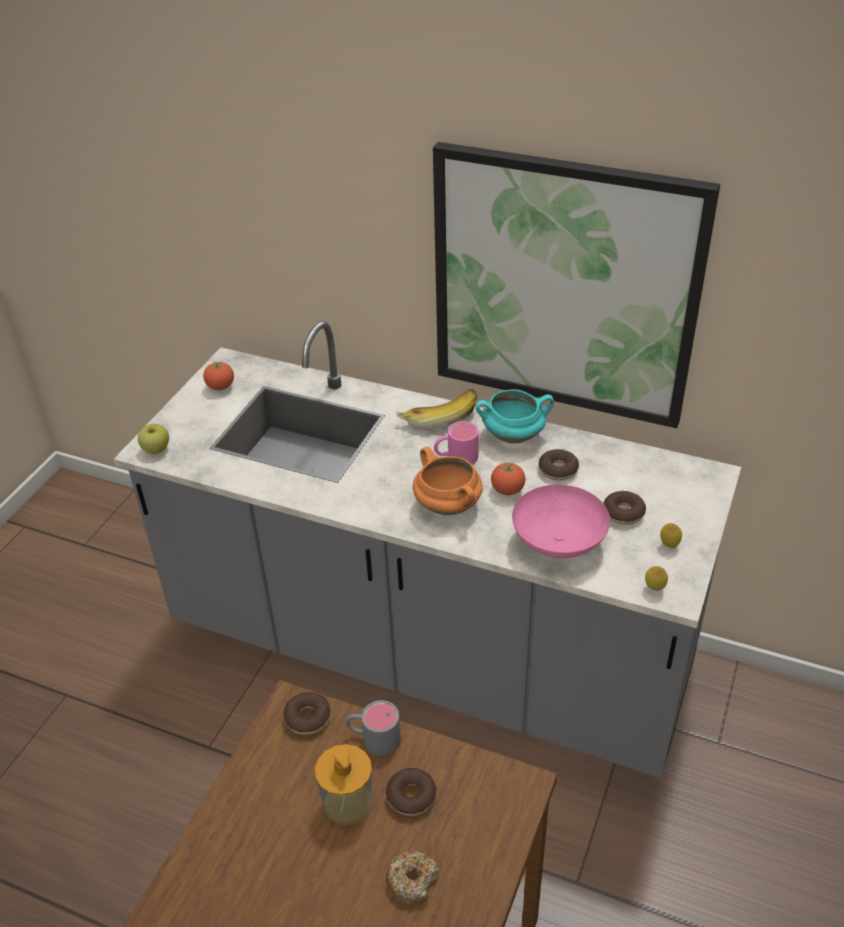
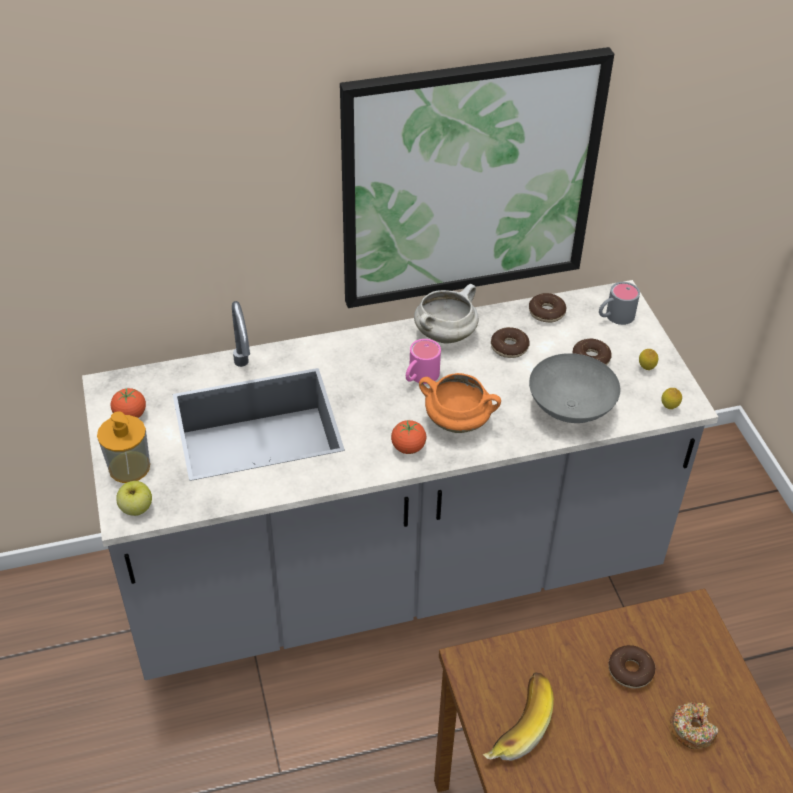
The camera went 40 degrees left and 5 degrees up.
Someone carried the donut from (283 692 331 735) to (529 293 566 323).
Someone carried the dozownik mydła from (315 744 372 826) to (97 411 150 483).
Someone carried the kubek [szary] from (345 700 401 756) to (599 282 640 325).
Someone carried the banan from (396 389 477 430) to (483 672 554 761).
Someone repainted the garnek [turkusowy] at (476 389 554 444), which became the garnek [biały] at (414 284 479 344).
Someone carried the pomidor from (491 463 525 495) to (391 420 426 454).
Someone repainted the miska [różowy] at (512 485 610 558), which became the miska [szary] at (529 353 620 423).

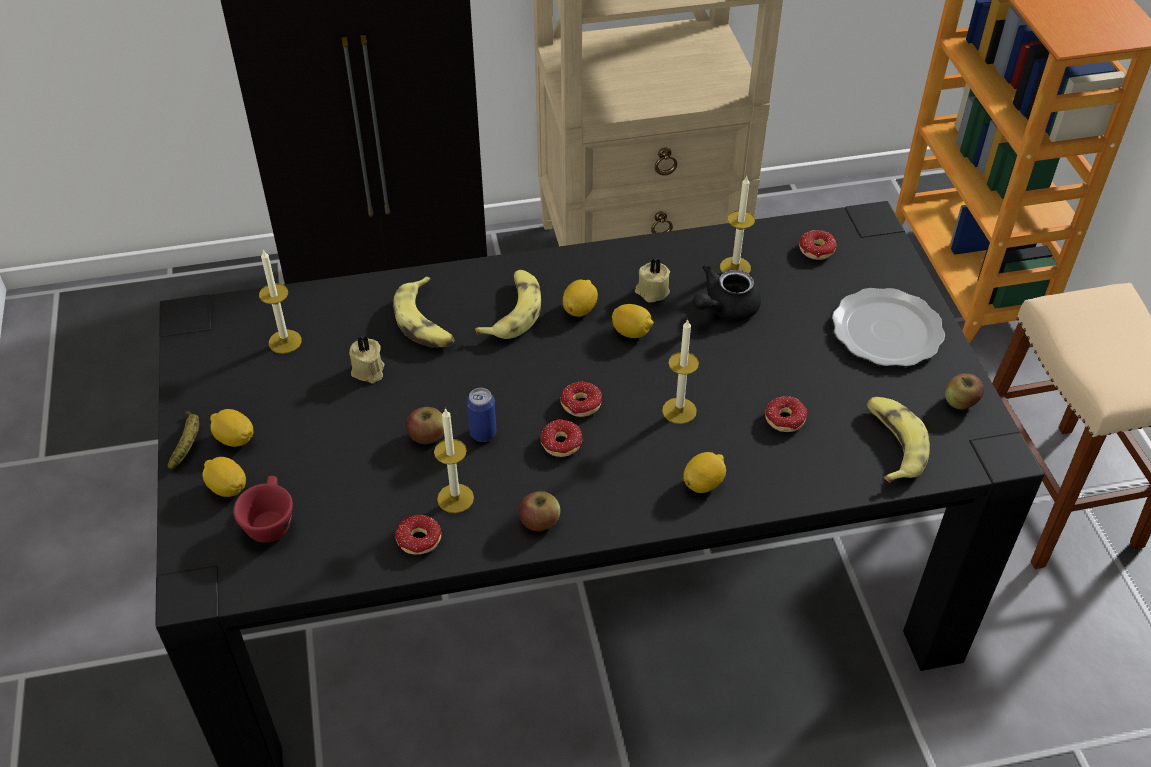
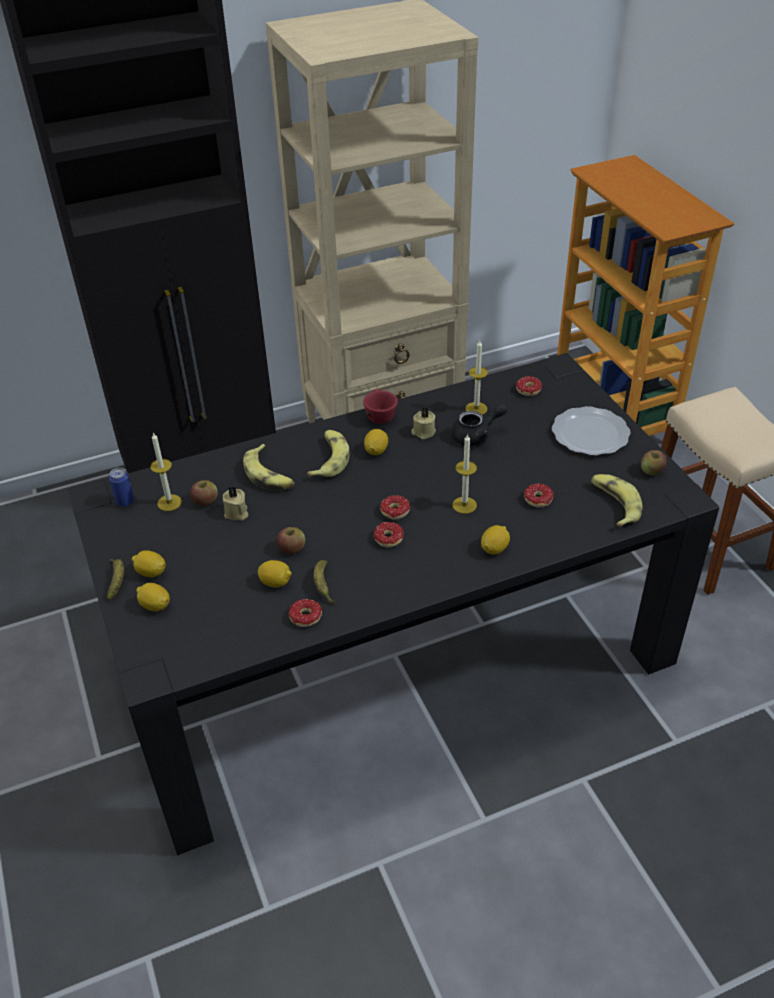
The camera went 10 degrees left and 5 degrees down.
Someone carried the filiżanka [czerwony] from (233 476 293 543) to (363 389 398 424).
Someone swapped the świeca at (434 408 474 513) for the banan at (314 560 336 605).
Someone carried the puszka from (467 388 496 442) to (109 468 134 507).
Someone carried the jabłko from (519 491 560 531) to (190 480 218 506).
Someone carried the cytryna from (612 304 654 338) to (258 560 292 587).
Someone rotated the imbryk [czarny] at (693 265 761 320) by 150 degrees counterclockwise.

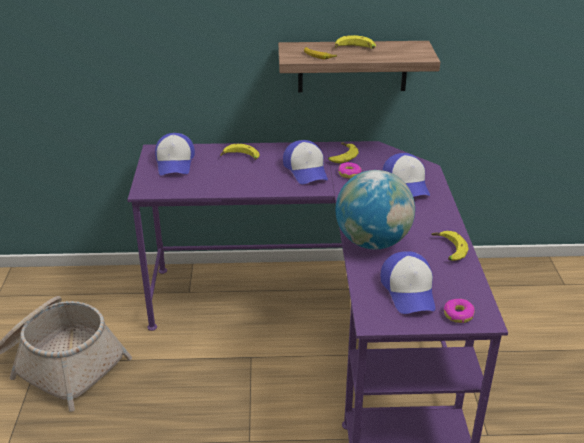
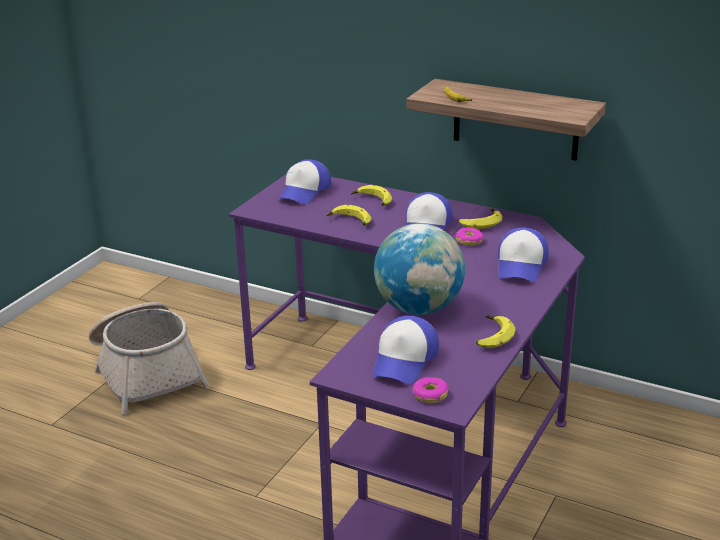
The camera went 30 degrees right and 5 degrees down.
Someone carried the banan from (335 35 376 49) to (326 205 372 225).

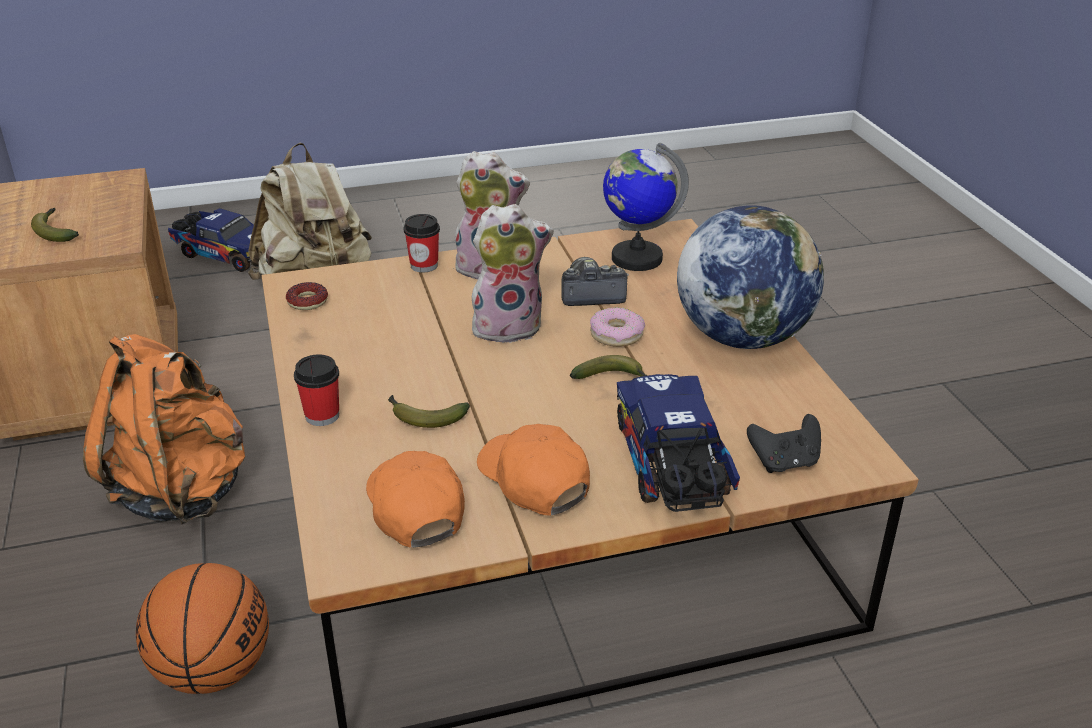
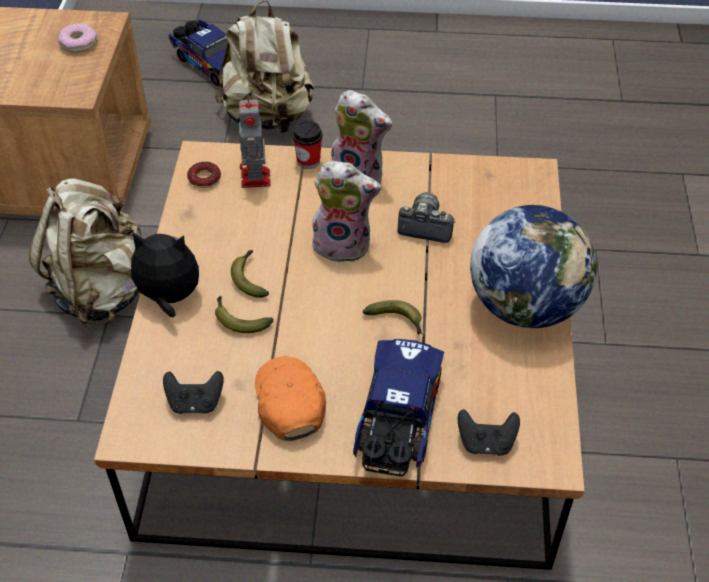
The camera went 20 degrees right and 15 degrees up.
Someone carried the banan from (31 208 79 242) to (231 250 269 298).
Someone repainted the plecak [pomarańczowy] at (83 334 245 524), which became the plecak [beżowy] at (29 178 141 327).
Someone took away the piłka do koszykówki at (136 563 269 694).
Someone swapped the filiżanka at (294 354 339 426) for the pluszak at (121 231 199 317).
Someone swapped the czapka z daszkiem [pomarańczowy] at (366 451 465 548) for the pad do gier [czarny] at (163 371 224 414).
Someone carried the donut from (590 307 645 347) to (58 23 98 53).
Someone took away the globus at (603 143 689 271).
Someone put down the robot zabawkowy at (239 94 271 188).

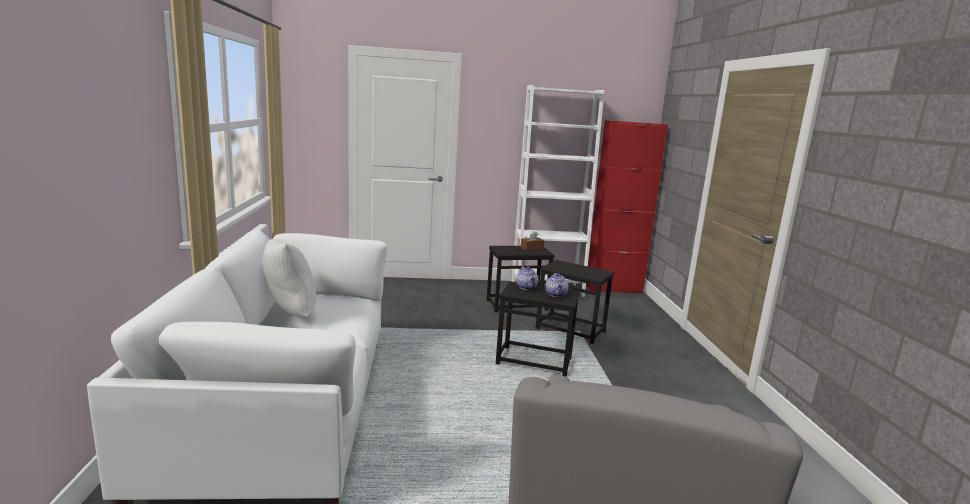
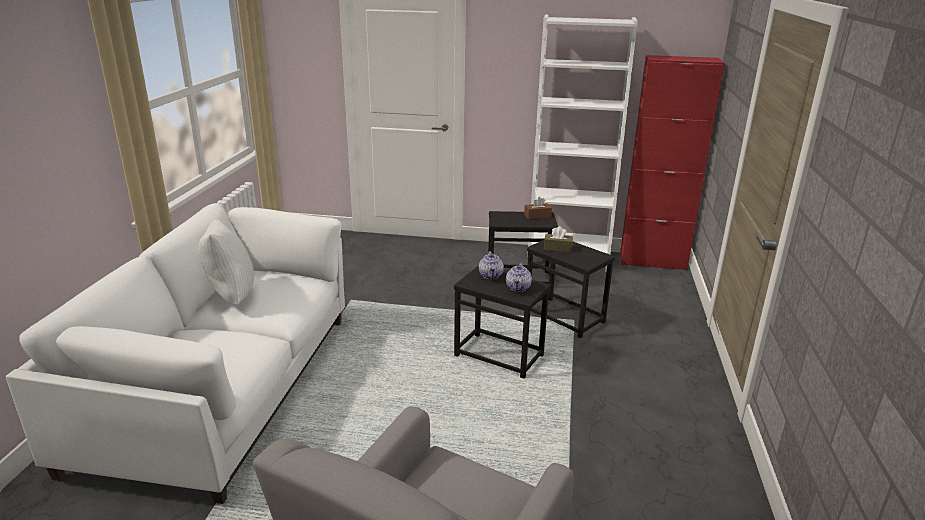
The camera went 15 degrees right and 10 degrees up.
Someone put down the pudełko chusteczek [brązowy] at (544 226 573 252).

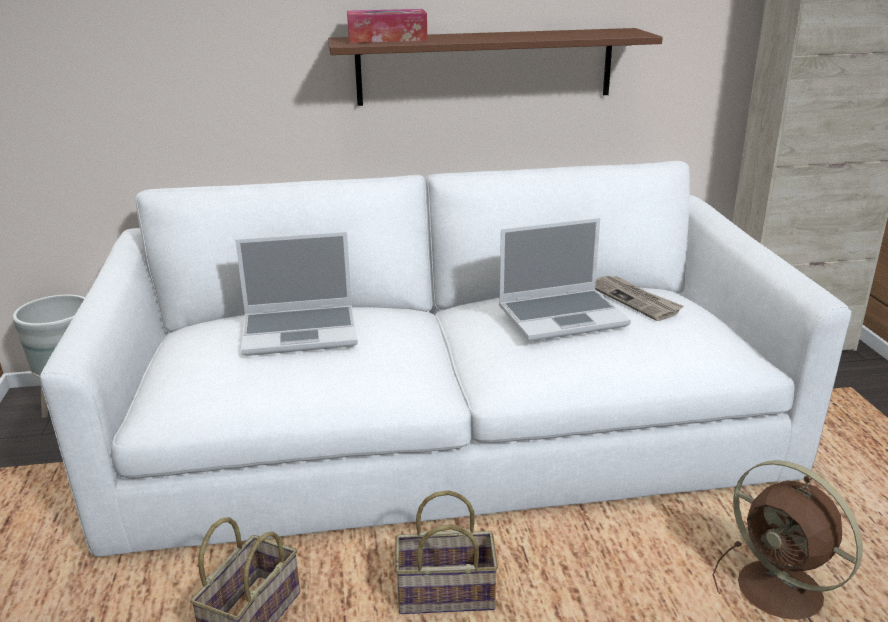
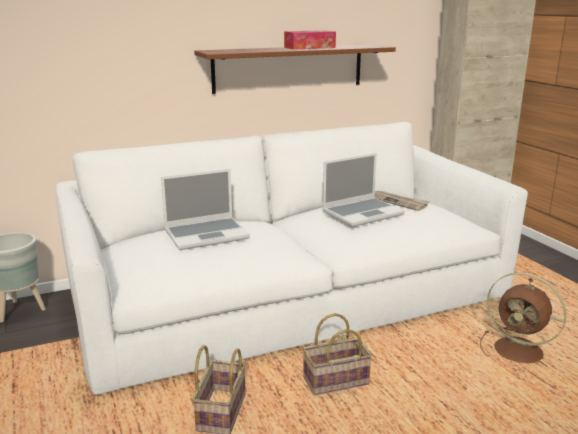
The camera went 15 degrees left and 5 degrees down.
Someone carried the pudełko chusteczek from (347 9 427 43) to (284 30 336 50).

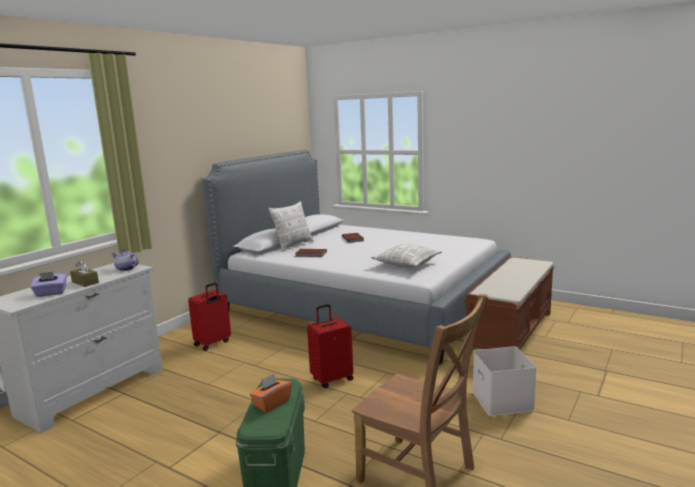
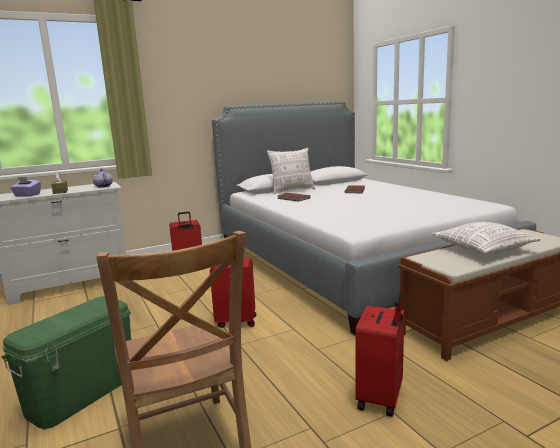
The camera went 30 degrees right and 0 degrees up.
Someone took away the pudełko chusteczek [pomarańczowy] at (250 374 292 412).
Someone carried the poduszka from (371 244 442 268) to (432 222 541 254).
Someone swapped the pojemnik do przechowywania [biały] at (473 346 536 416) for the walizka [czerwony] at (355 292 405 417).

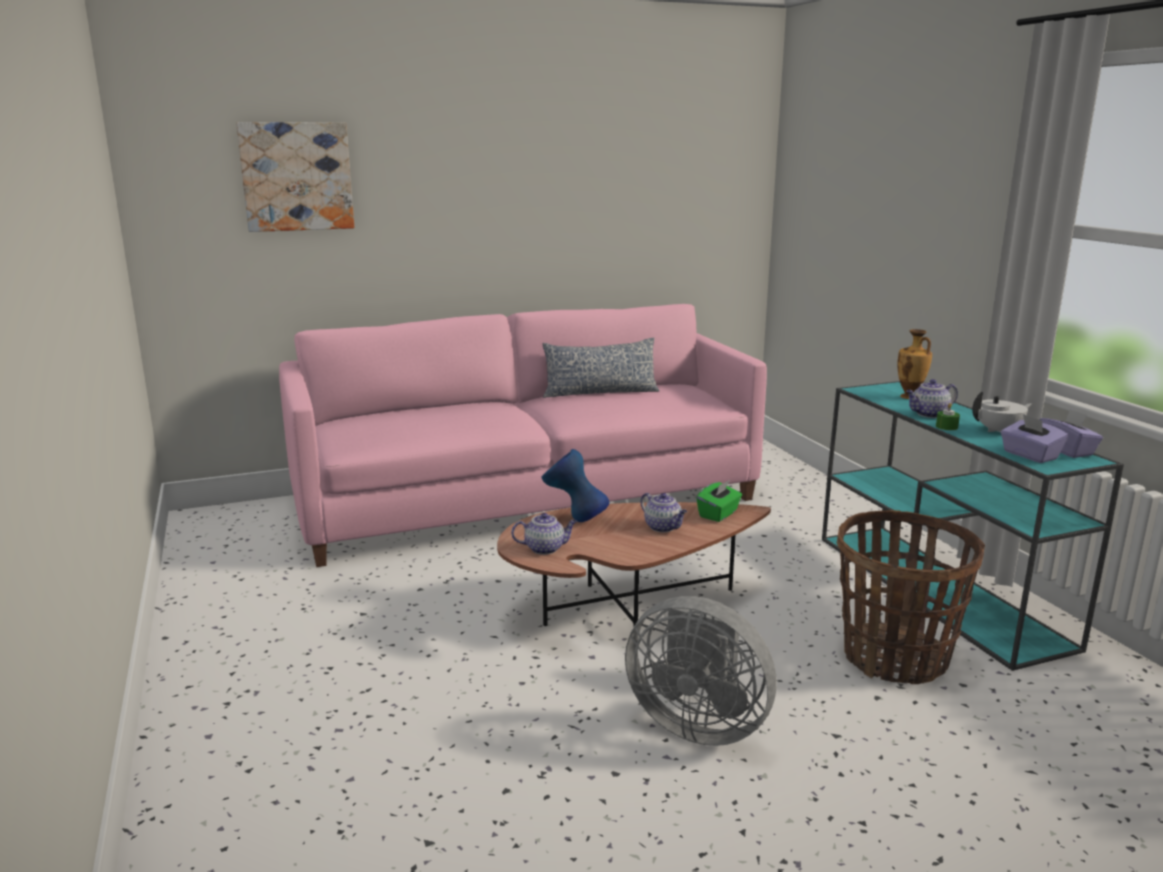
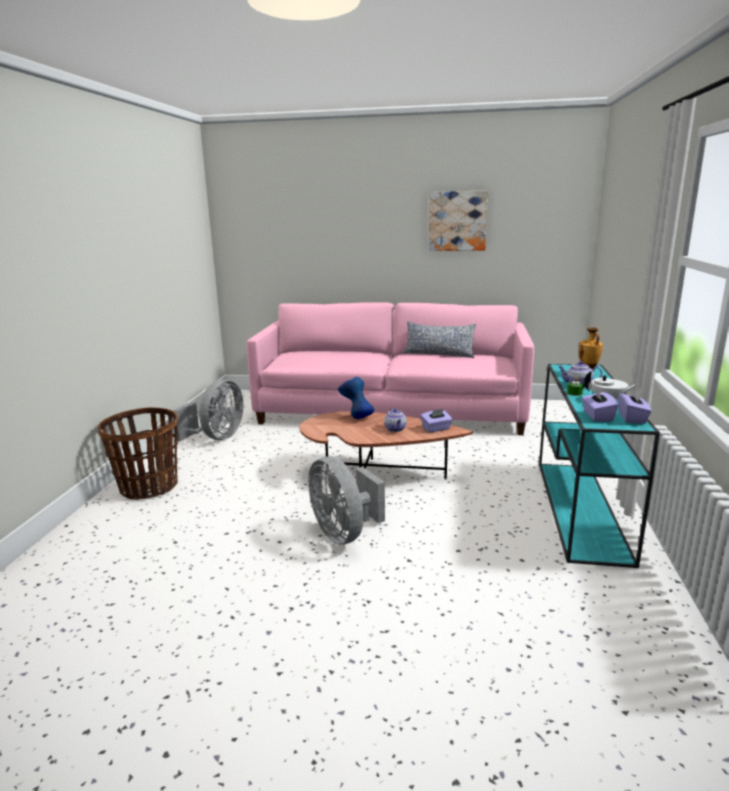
The camera went 30 degrees right and 0 degrees up.
Someone carried the obraz from (236 122 354 232) to (429 190 488 251).
Someone took away the imbryk at (511 513 577 555).
Someone repainted the pudełko chusteczek [zielony] at (696 480 742 522), which became the pudełko chusteczek [fioletowy] at (421 409 453 432).
Someone carried the koszyk from (837 510 985 684) to (98 407 178 500).
Someone put down the wentylator [szary] at (172 379 244 441).

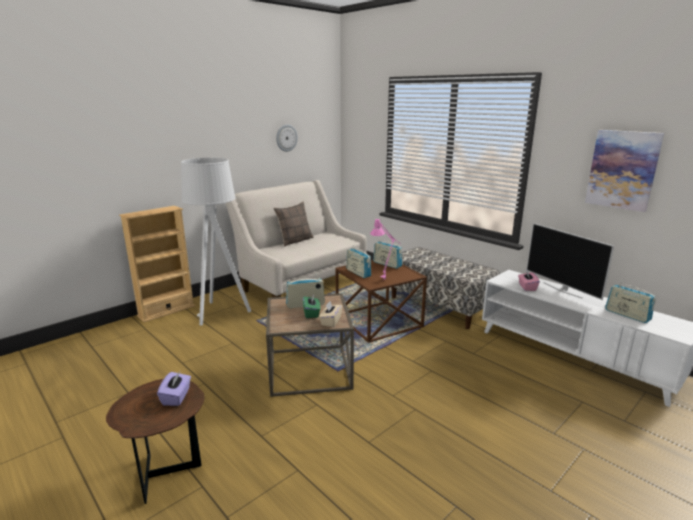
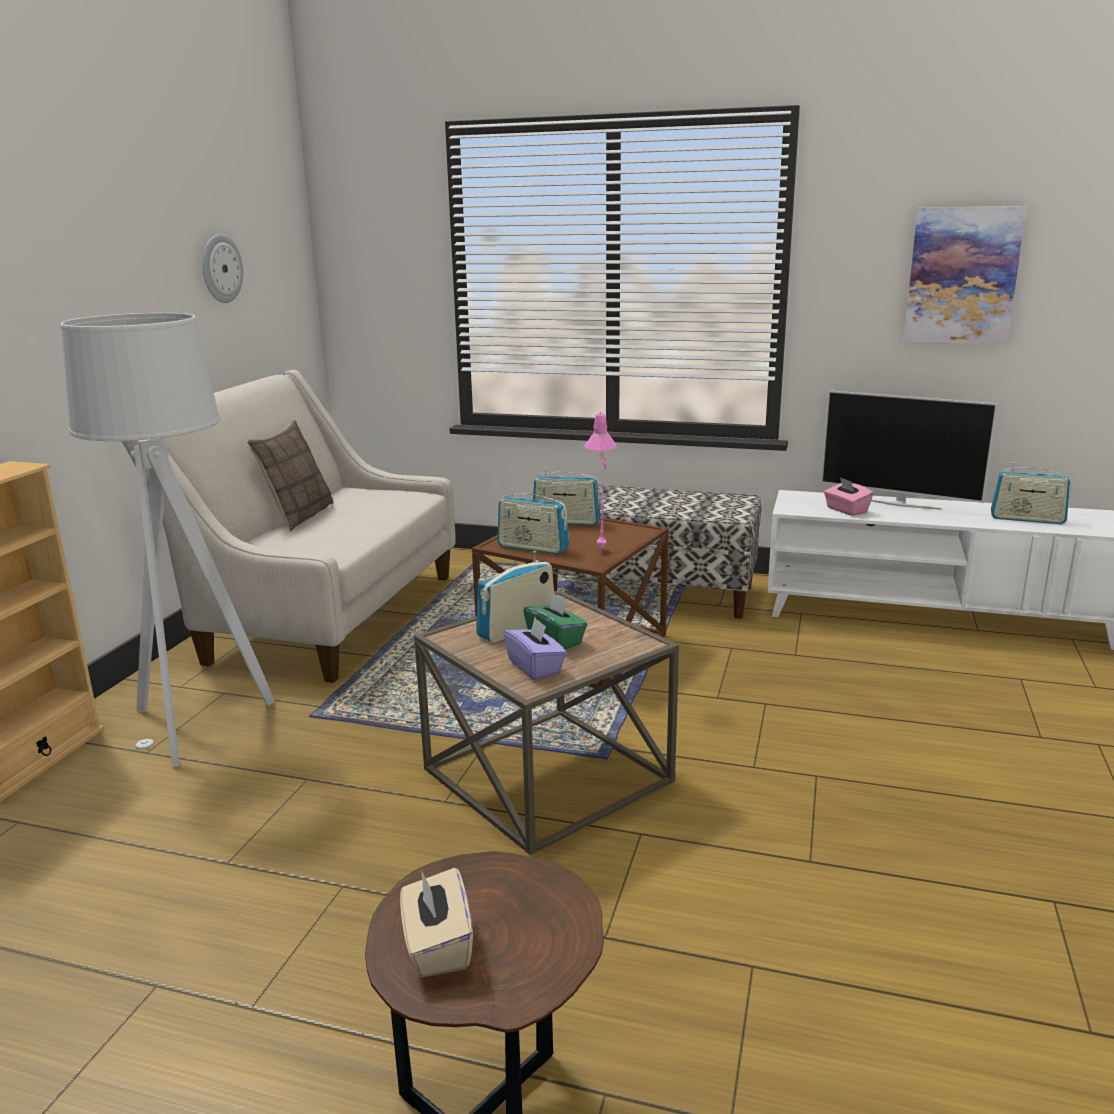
The camera went 30 degrees left and 0 degrees up.
Someone carried the pudełko chusteczek [fioletowy] from (157 371 191 406) to (504 618 567 680).
Someone carried the pudełko chusteczek [beżowy] from (319 301 342 327) to (400 868 473 977).

